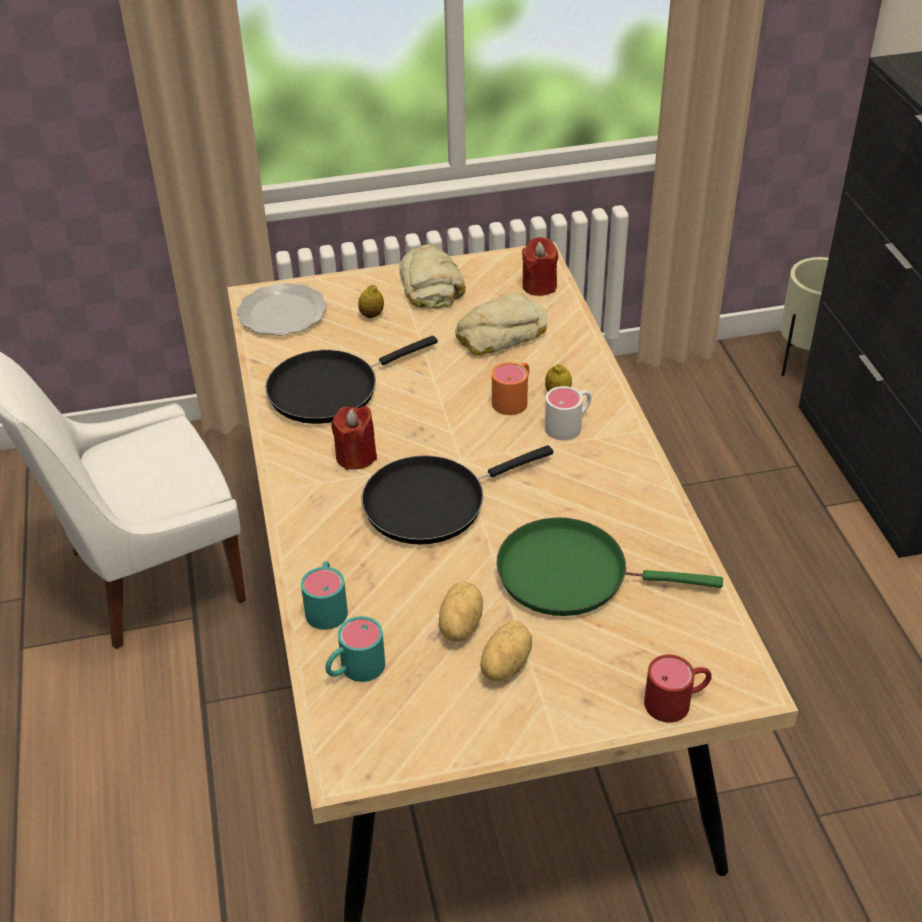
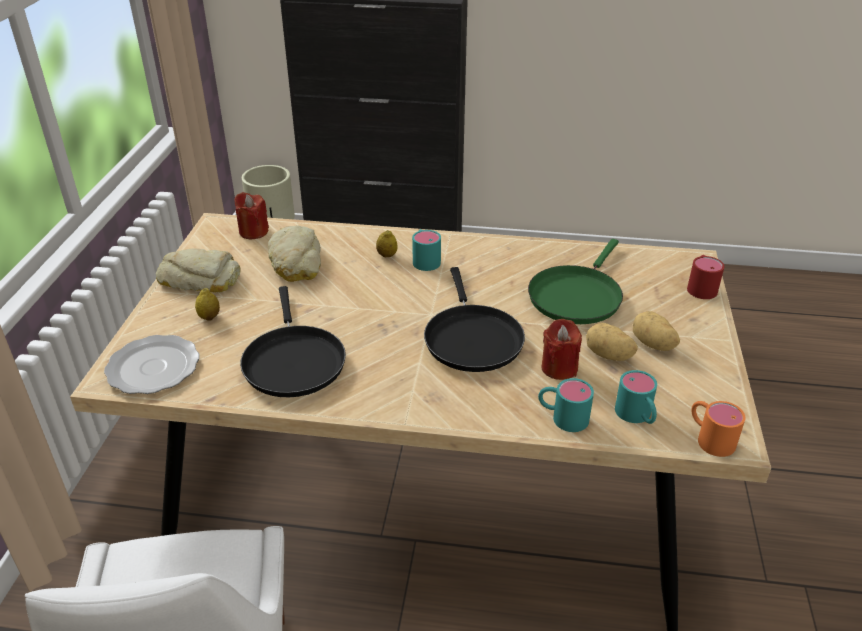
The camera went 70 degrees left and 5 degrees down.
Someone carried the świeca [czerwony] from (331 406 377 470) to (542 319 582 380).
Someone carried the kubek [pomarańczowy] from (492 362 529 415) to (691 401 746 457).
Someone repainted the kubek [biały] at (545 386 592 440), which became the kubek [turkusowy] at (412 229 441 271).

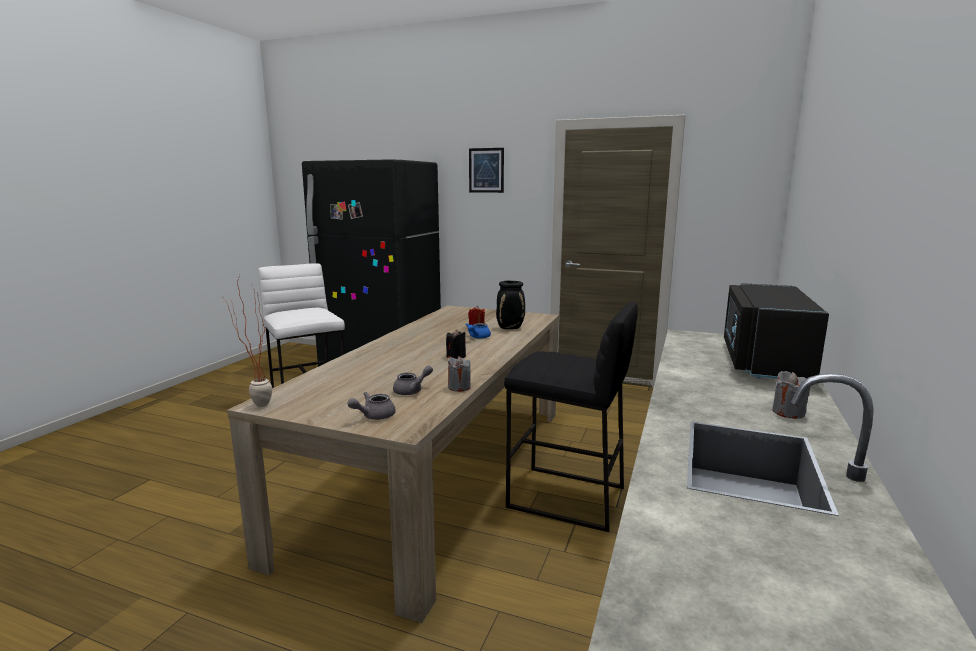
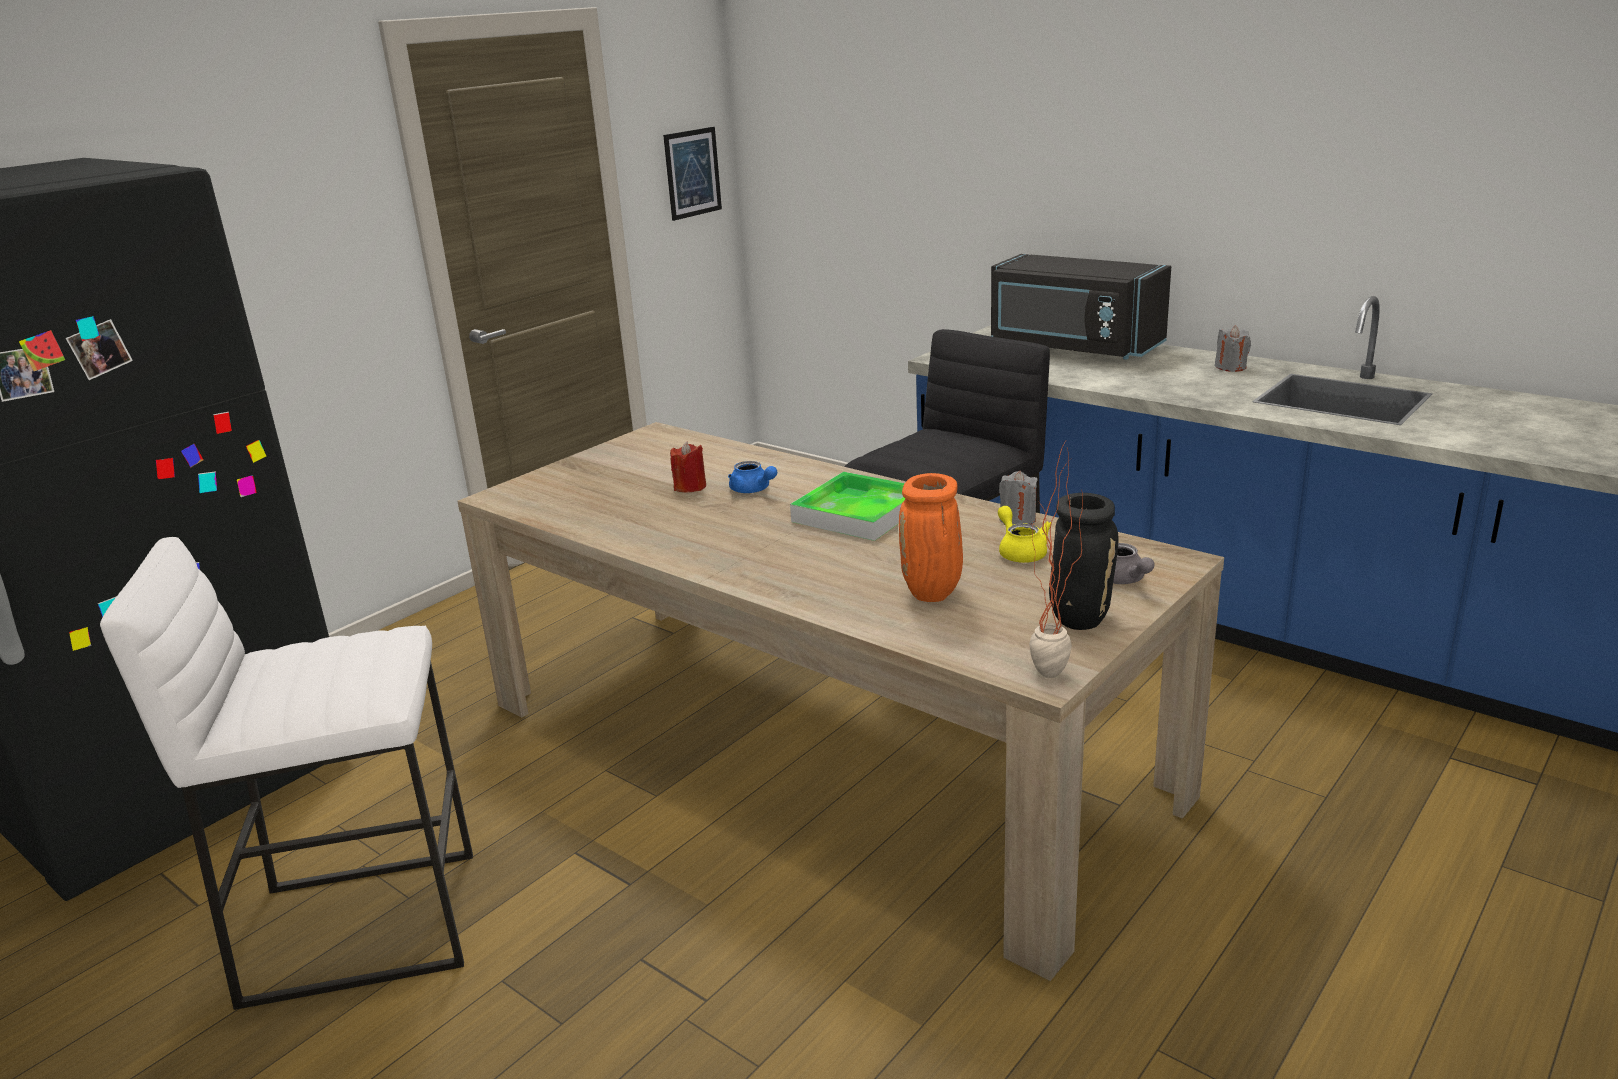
The camera went 70 degrees left and 10 degrees up.
Someone repainted the imbryk [szary] at (393 365 433 395), which became the imbryk [żółty] at (998 506 1051 563).
Someone swapped the świeca [czarny] at (446 329 466 359) for the taca at (790 472 905 541).
Someone carried the obraz from (469 148 504 193) to (663 127 722 221).
Someone carried the wazon [czarny] from (496 281 525 329) to (1049 493 1119 630).
Someone put down the wazon [pomarańczowy] at (899 473 963 602).

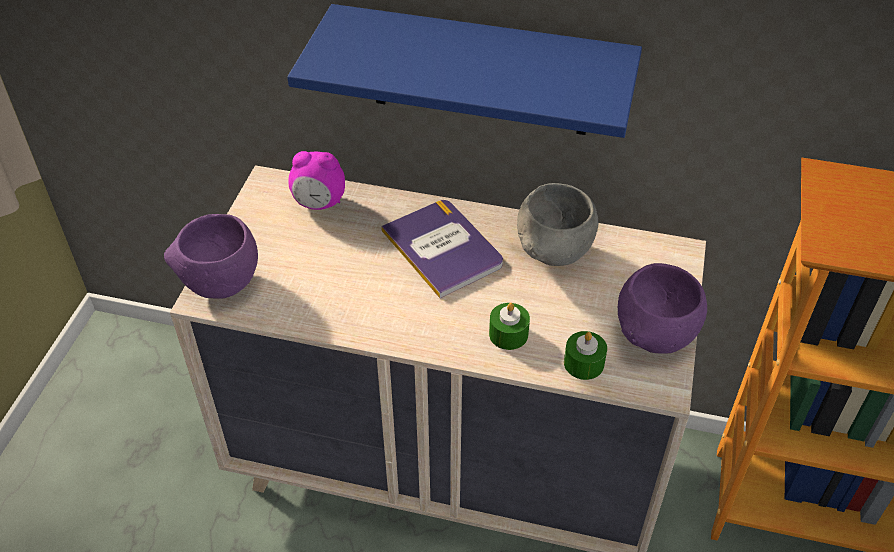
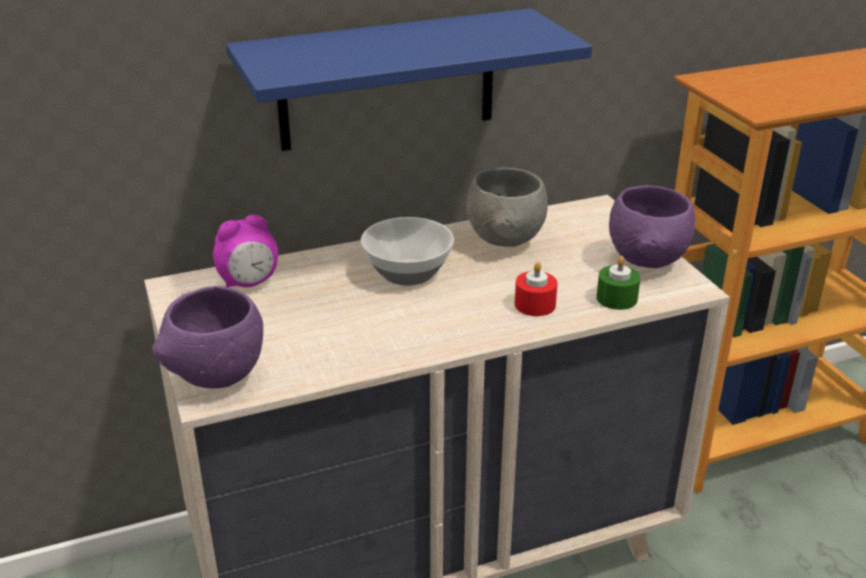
The camera went 35 degrees left and 15 degrees down.
Someone swapped the książka at (381 200 503 298) for the miska at (361 217 454 285).
Someone repainted the świeca [zielony] at (489 303 530 350), which became the świeca [czerwony] at (515 262 558 316).

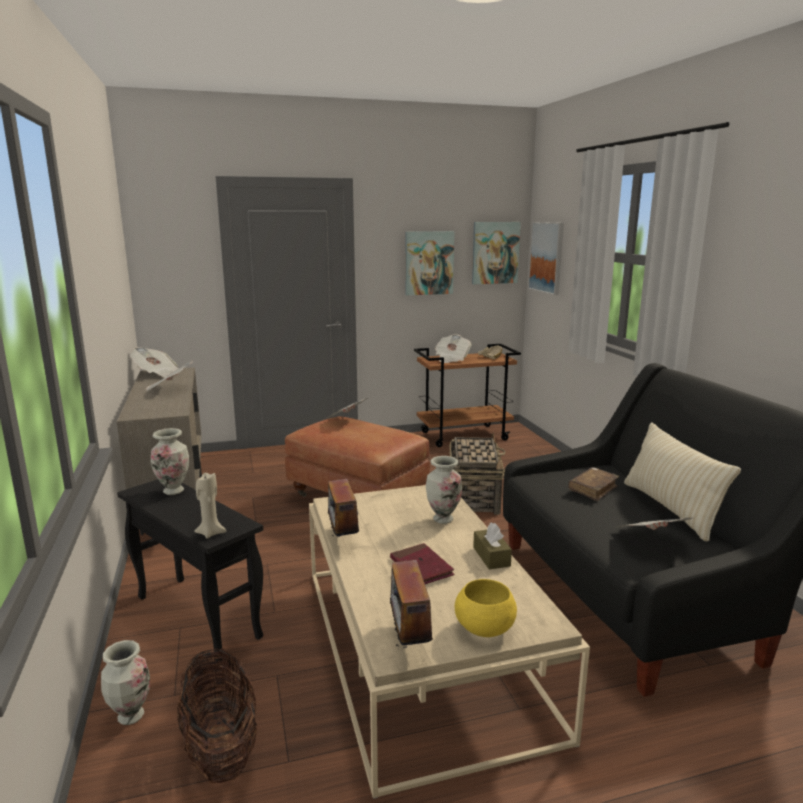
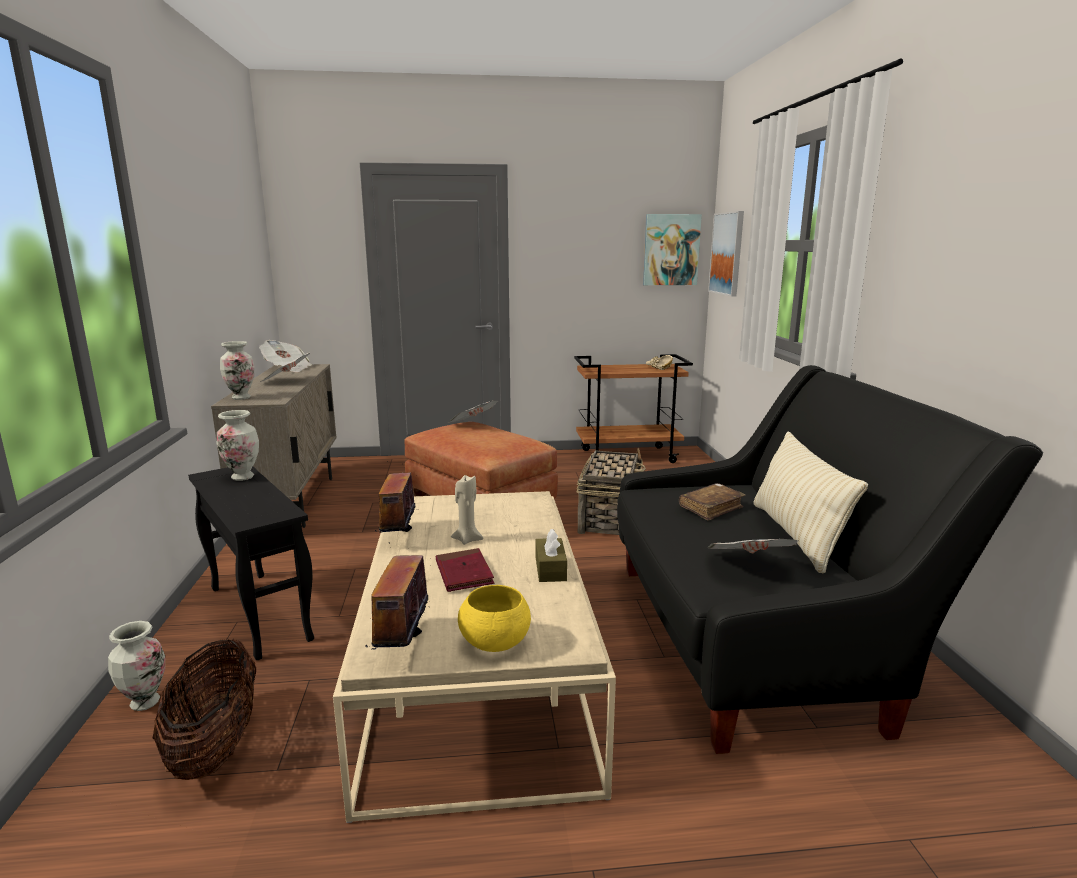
The camera went 10 degrees right and 0 degrees up.
Someone carried the świeca [beżowy] from (194 473 226 539) to (451 475 484 545).
Someone took away the obraz at (405 231 455 295).
Someone carried the wazon from (426 456 462 524) to (220 341 254 400).
Someone took away the gazeta at (435 334 472 363).

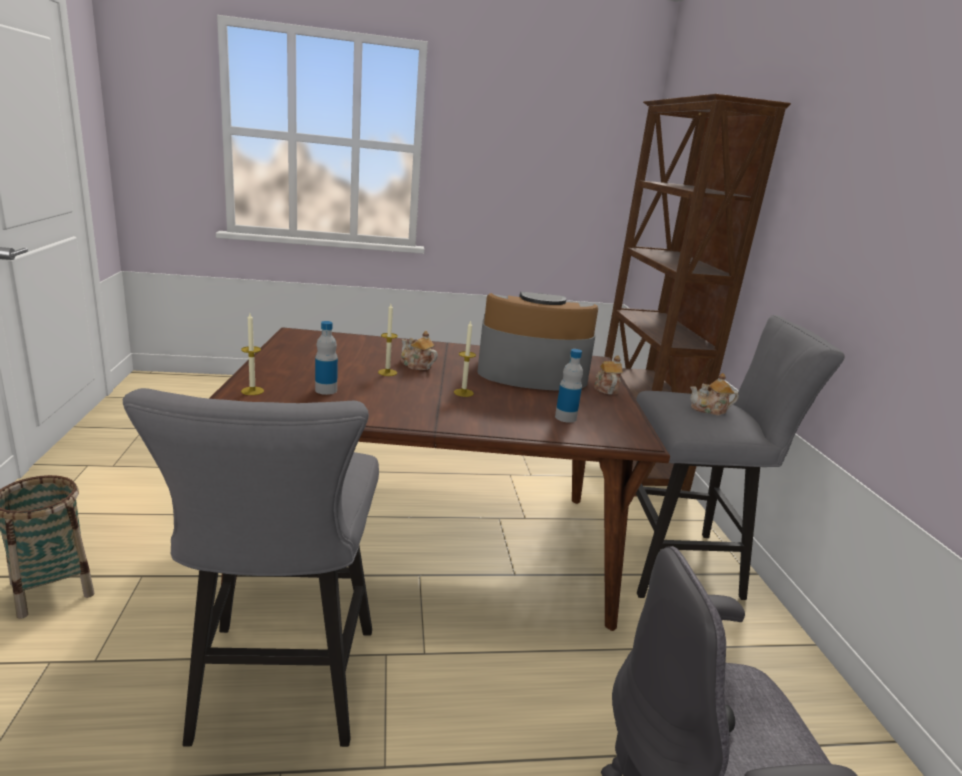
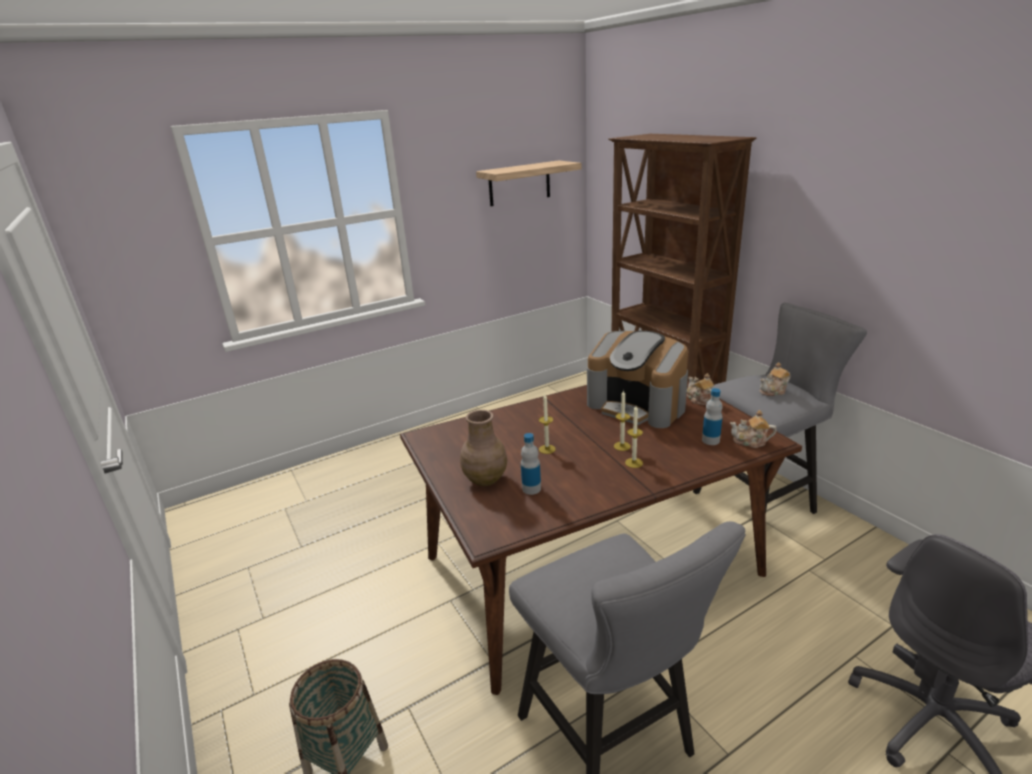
The camera went 20 degrees left and 5 degrees up.
Someone carried the świeca from (241 313 264 395) to (625 406 643 468).
Someone carried the imbryk from (401 331 438 370) to (730 410 777 448).
Someone rotated the ekspres do kawy at (478 292 598 390) by 120 degrees counterclockwise.
Someone put down the wazon [brązowy] at (460 410 507 486).
Someone put up the półka at (476 160 582 206).

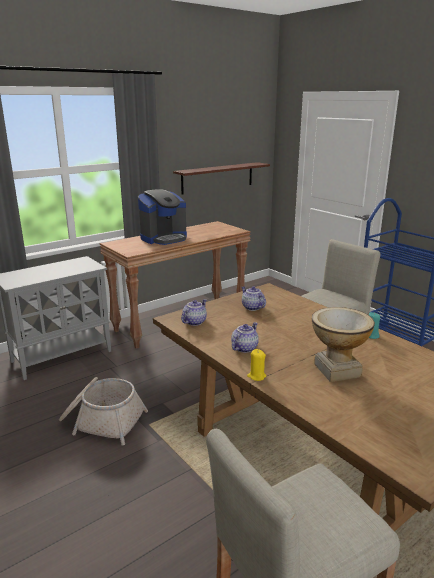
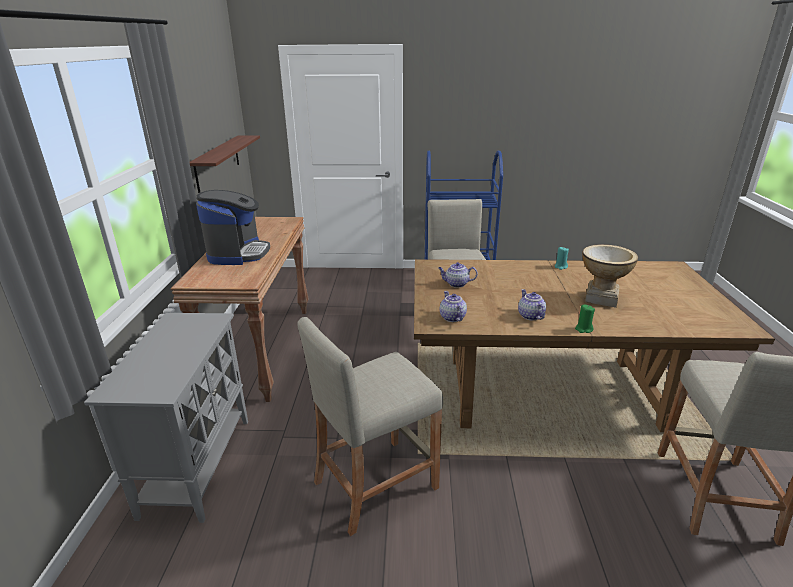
The camera went 50 degrees left and 5 degrees up.
Someone swapped the koszyk at (59 377 148 446) for the stołek [beżowy] at (297 317 443 536).
Someone repainted the świeca [żółty] at (247 349 266 381), which became the świeca [zielony] at (575 305 595 333).

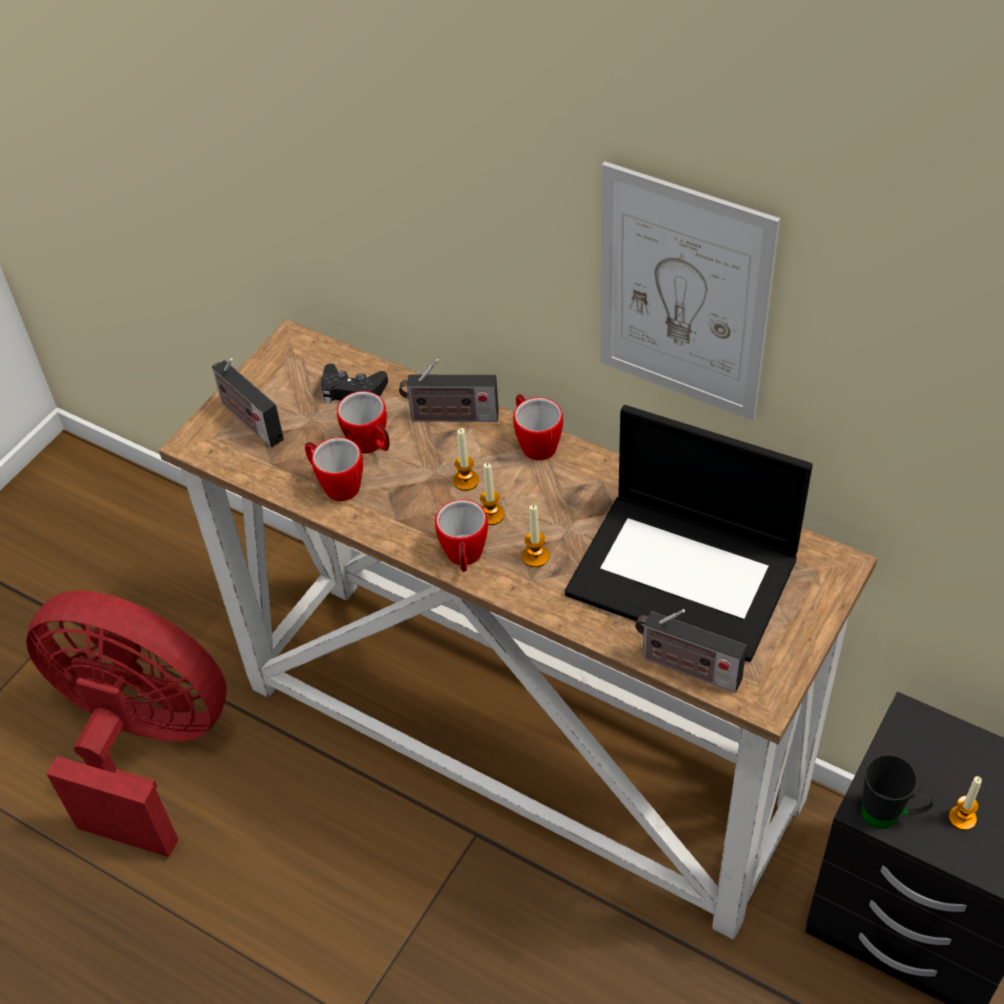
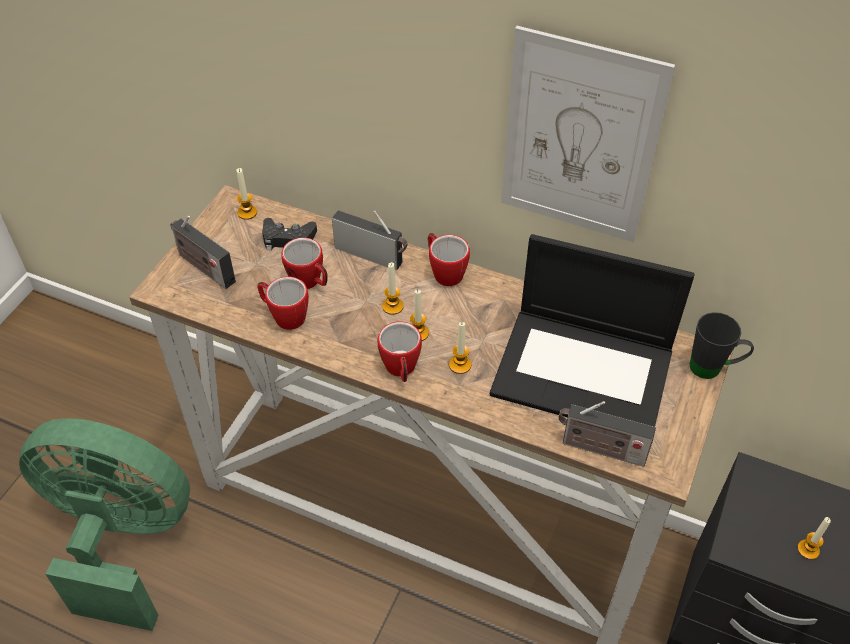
The camera went 10 degrees left and 0 degrees up.
Someone repainted the wentylator [czerwony] at (26 590 227 857), which became the wentylator [zielony] at (19 418 190 631).
Someone rotated the radio at (399 359 499 422) by 150 degrees counterclockwise.
Someone carried the kubek [czarny] from (861 755 934 829) to (690 312 754 379).
Someone put down the świeca at (236 168 257 220).

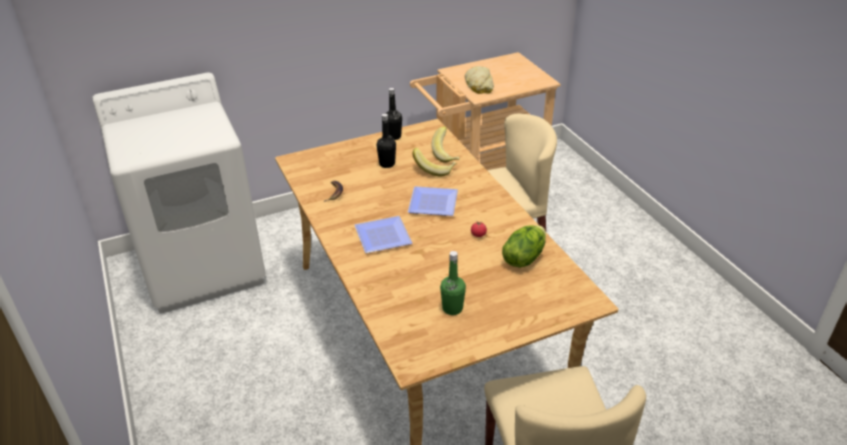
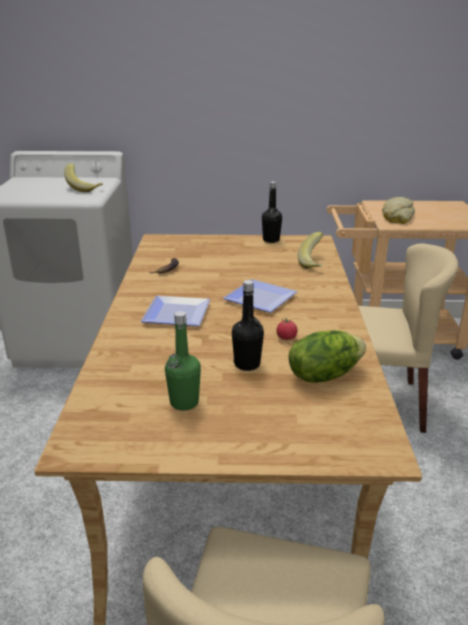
The camera went 25 degrees right and 10 degrees down.
Someone carried the butelka [czarny] from (376 114 396 168) to (232 280 264 371).
Someone carried the banan from (413 148 457 176) to (64 163 103 192).

